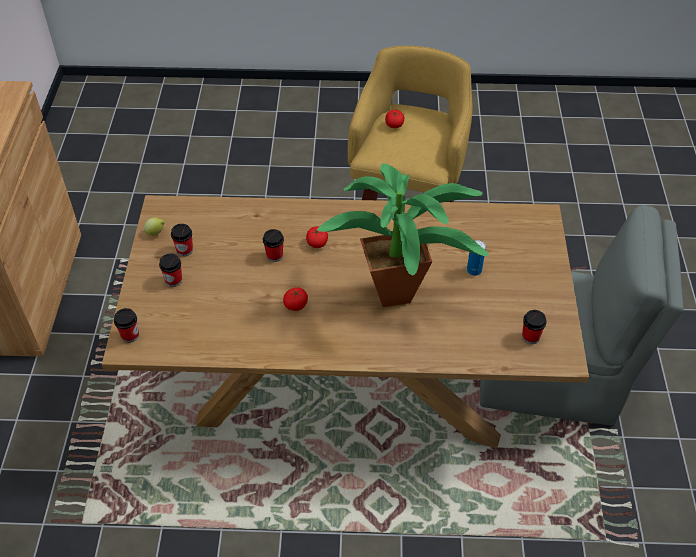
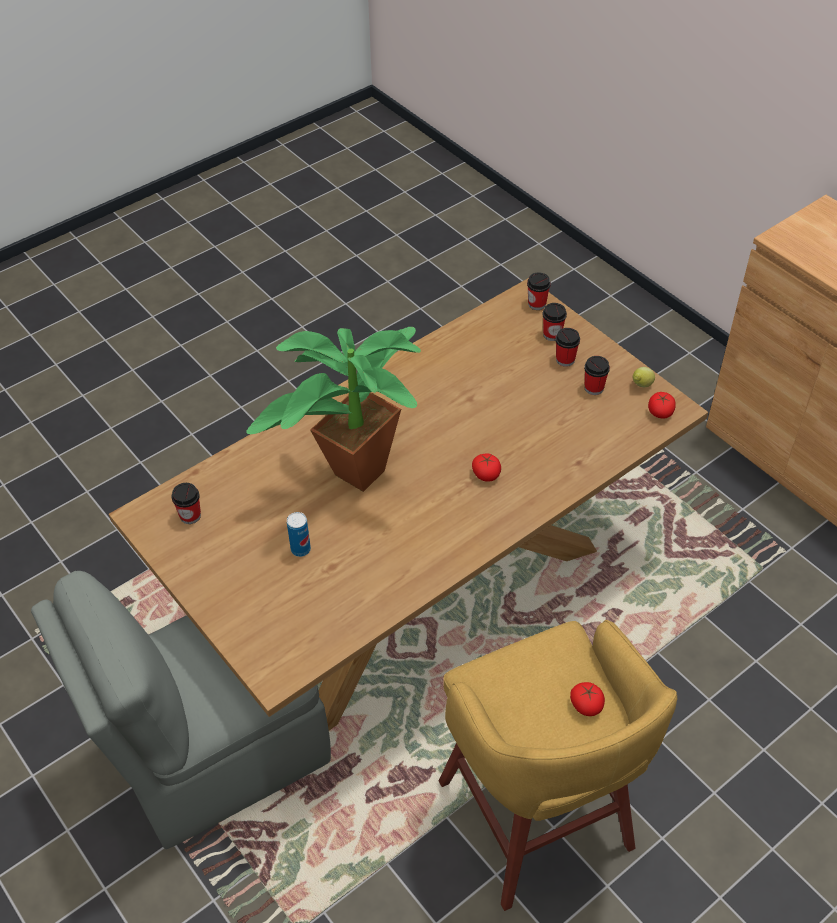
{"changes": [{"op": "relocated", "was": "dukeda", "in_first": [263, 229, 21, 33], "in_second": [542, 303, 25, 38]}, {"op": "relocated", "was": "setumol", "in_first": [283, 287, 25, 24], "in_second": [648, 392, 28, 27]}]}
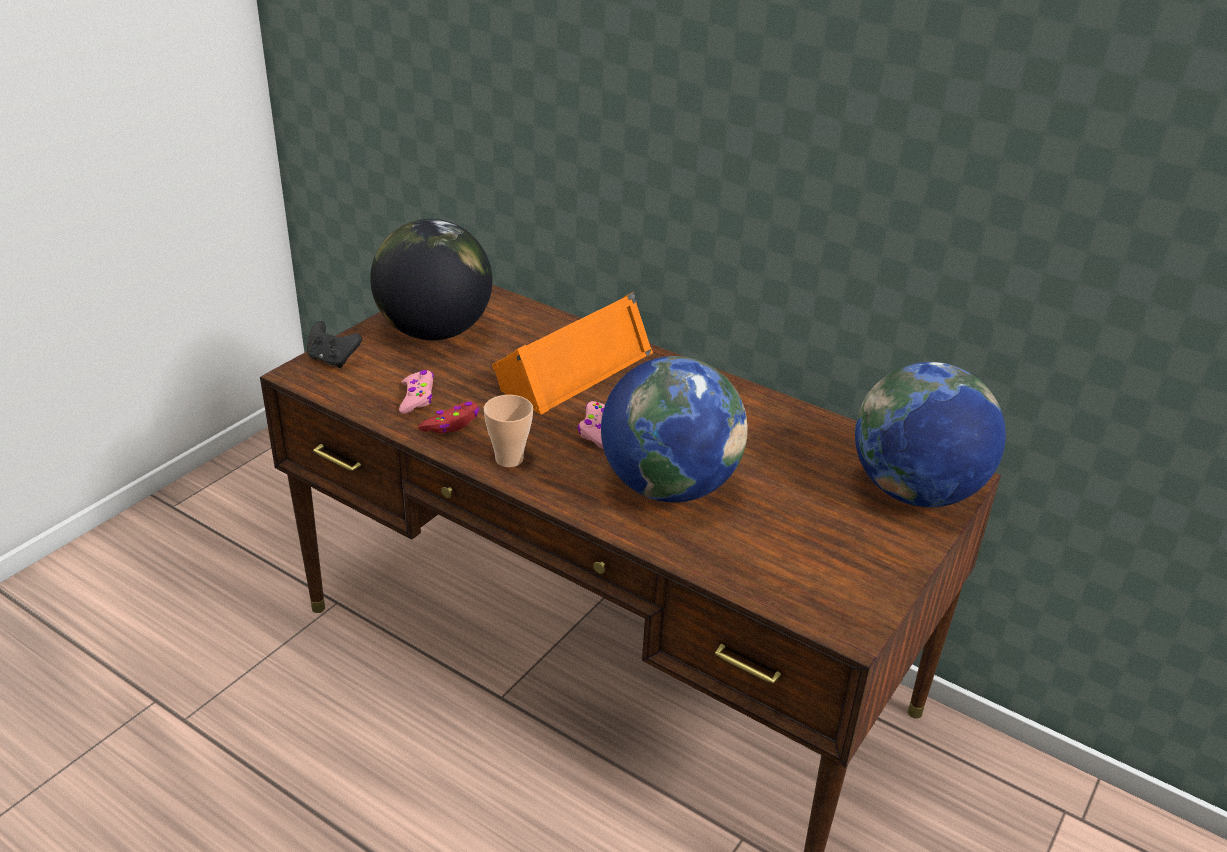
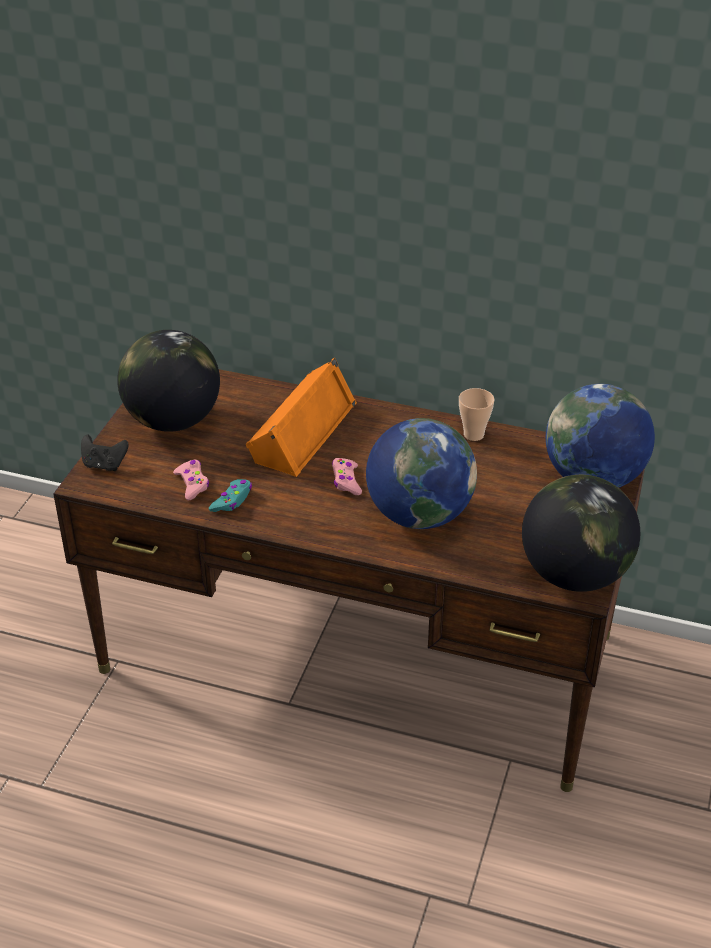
{"changes": [{"op": "colour", "was": "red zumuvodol", "now": "turquoise zumuvodol", "in_first": [418, 402, 62, 31], "in_second": [209, 479, 43, 33]}, {"op": "relocated", "was": "dukeda", "in_first": [484, 395, 49, 72], "in_second": [459, 388, 35, 53]}, {"op": "appeared", "now": "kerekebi", "in_second": [522, 475, 118, 117]}]}
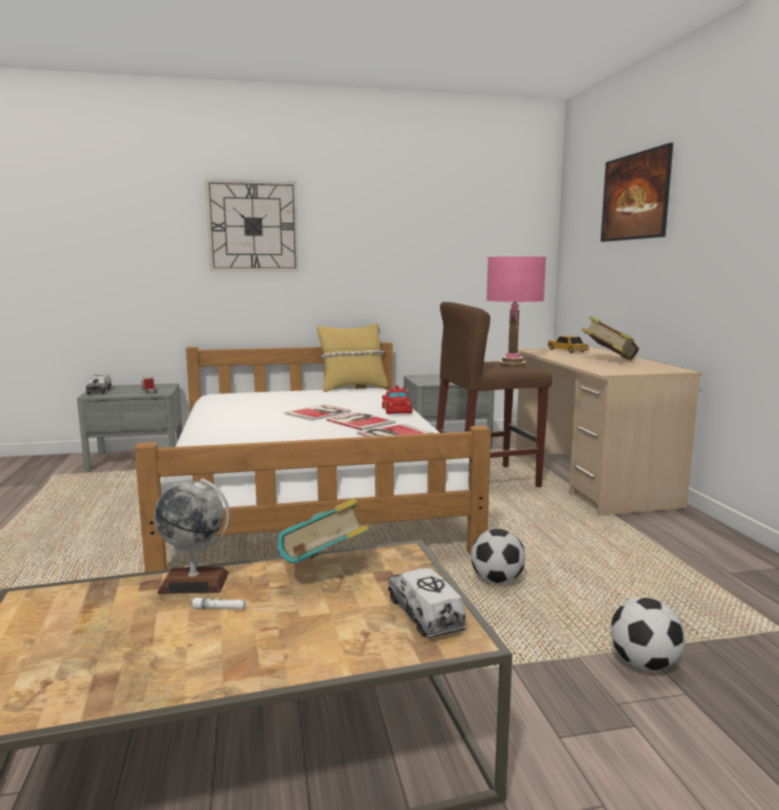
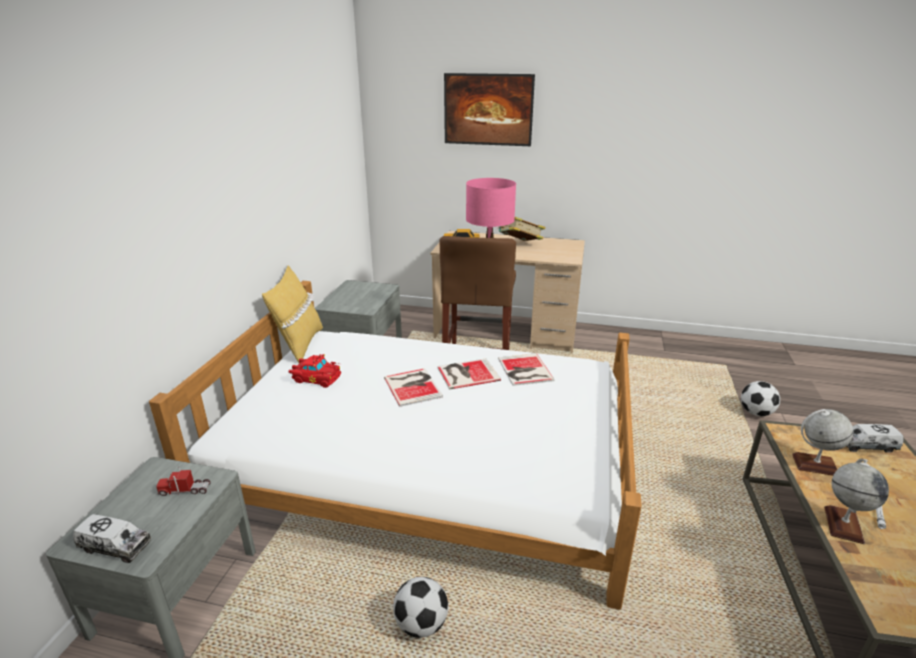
{"changes": [{"op": "relocated", "was": "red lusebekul", "in_first": [382, 386, 31, 28], "in_second": [289, 354, 52, 34]}, {"op": "relocated", "was": "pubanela", "in_first": [471, 529, 55, 55], "in_second": [393, 577, 55, 61]}, {"op": "exchanged", "was": "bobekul", "now": "kerekebi", "in_first": [277, 498, 93, 66], "in_second": [792, 409, 61, 67]}, {"op": "missing", "was": "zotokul", "in_first": [205, 179, 94, 93]}]}
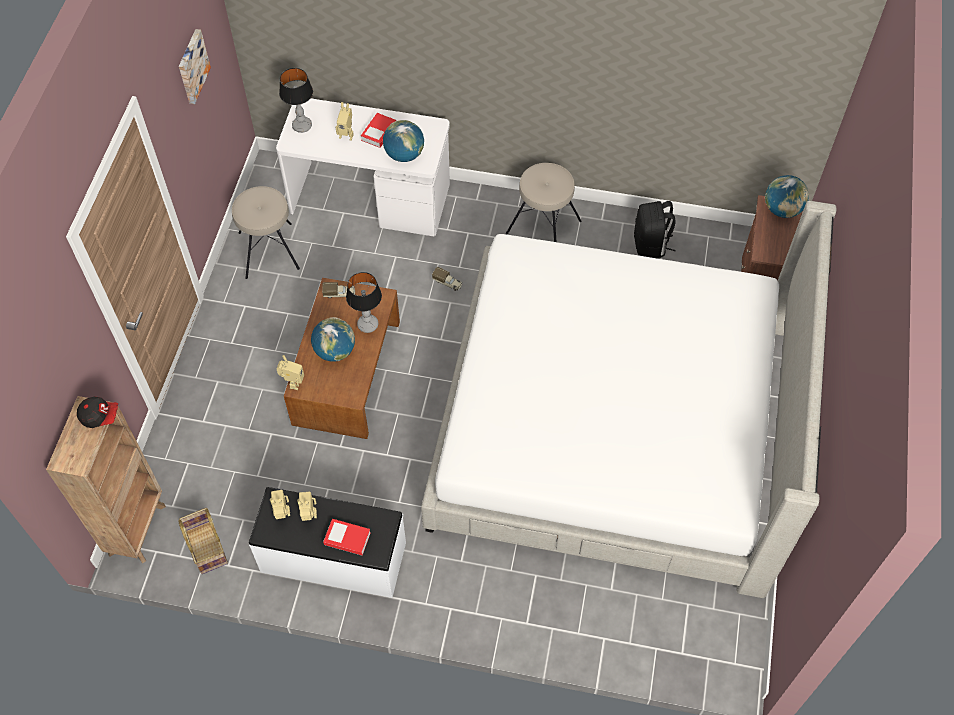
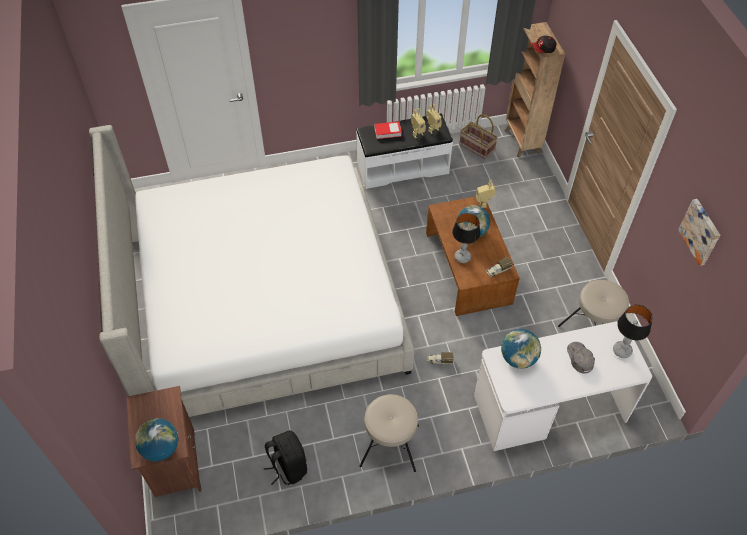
{"changes": [{"op": "exchanged", "was": "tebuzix", "now": "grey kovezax", "in_first": [335, 102, 18, 39], "in_second": [567, 342, 28, 32]}, {"op": "missing", "was": "bobekul", "in_first": [361, 113, 35, 35]}]}
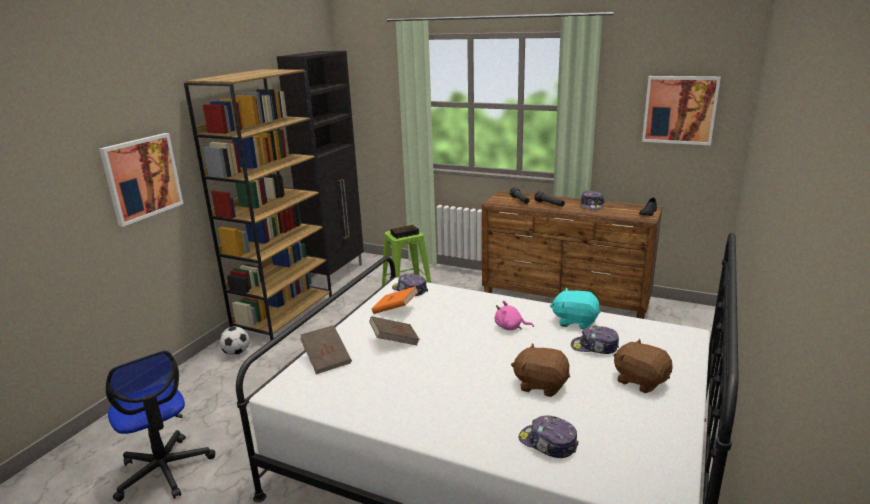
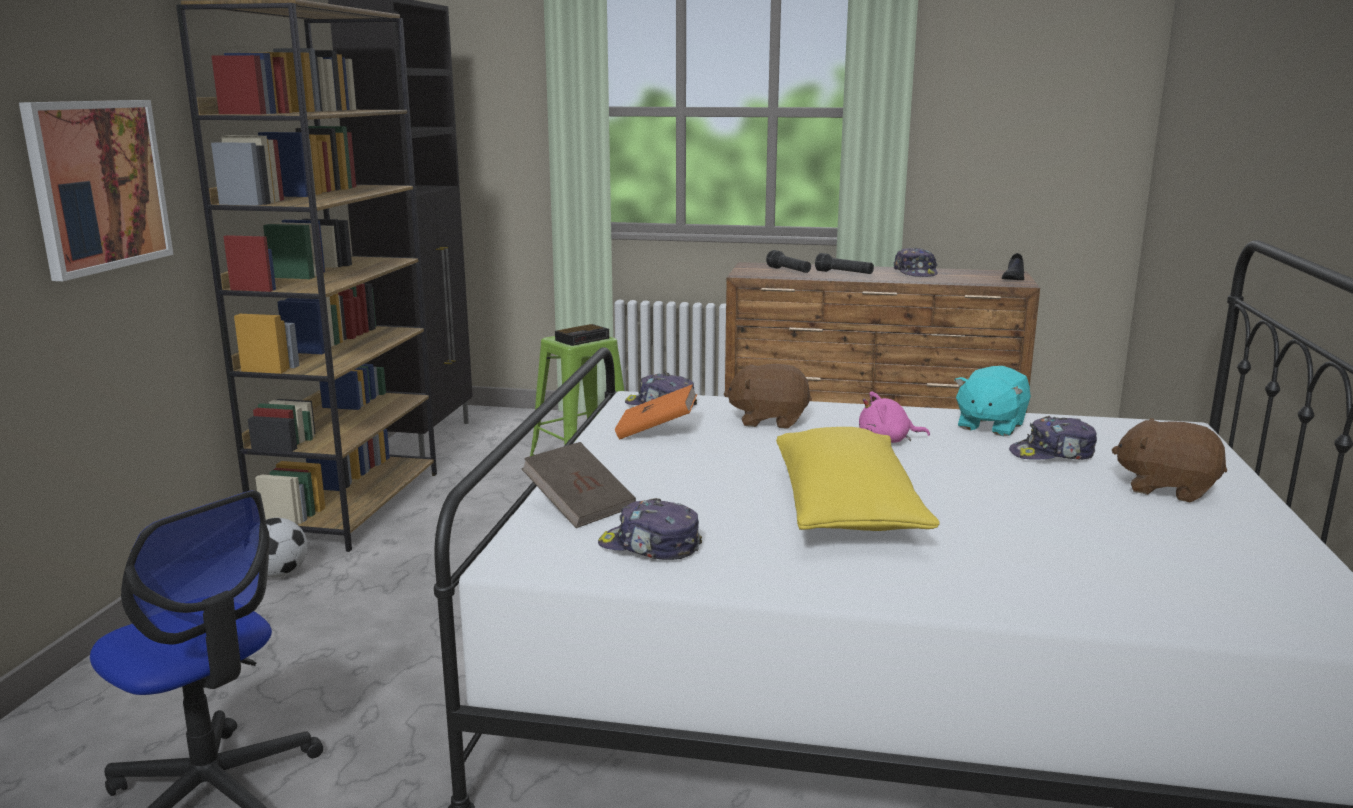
{"changes": [{"op": "relocated", "was": "kovezax", "in_first": [518, 415, 61, 43], "in_second": [598, 498, 104, 62]}, {"op": "relocated", "was": "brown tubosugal", "in_first": [511, 343, 59, 54], "in_second": [724, 364, 88, 65]}, {"op": "appeared", "now": "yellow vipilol", "in_second": [776, 427, 164, 104]}, {"op": "spun", "was": "turquoise tubosugal", "in_first": [550, 288, 51, 41], "in_second": [954, 366, 77, 70], "clockwise": -60}, {"op": "missing", "was": "brown bobekul", "in_first": [369, 316, 51, 30]}, {"op": "missing", "was": "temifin", "in_first": [642, 76, 79, 69]}]}
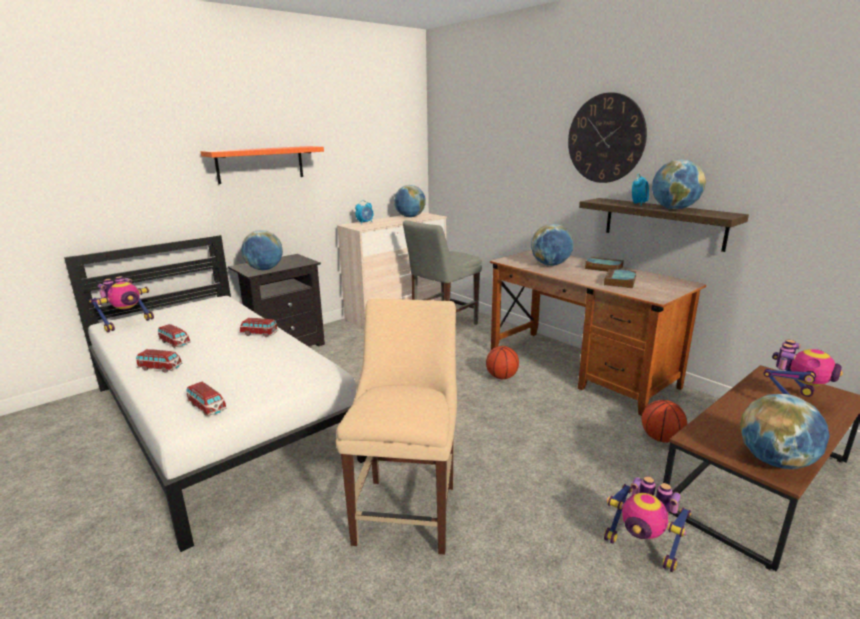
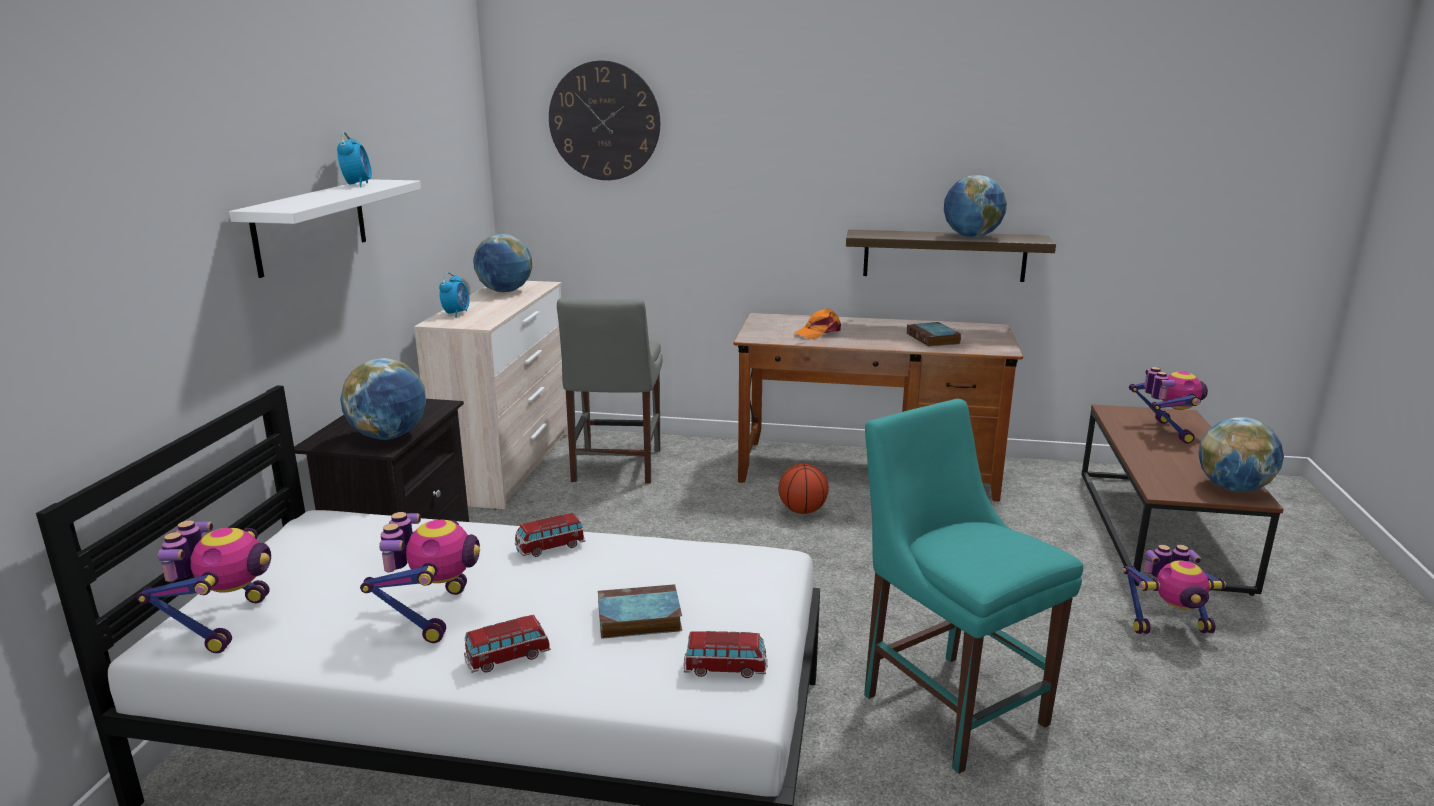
{"changes": [{"op": "colour", "was": "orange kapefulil", "now": "white kapefulil", "in_first": [201, 146, 123, 38], "in_second": [229, 179, 192, 99]}, {"op": "relocated", "was": "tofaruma", "in_first": [632, 173, 17, 33], "in_second": [337, 132, 35, 55]}, {"op": "exchanged", "was": "lusebekul", "now": "tebuzix", "in_first": [158, 324, 32, 24], "in_second": [360, 512, 120, 131]}, {"op": "relocated", "was": "zotokul", "in_first": [568, 92, 79, 91], "in_second": [549, 61, 111, 119]}, {"op": "relocated", "was": "bobekul", "in_first": [585, 257, 39, 15], "in_second": [598, 584, 84, 55]}, {"op": "exchanged", "was": "kerekebi", "now": "orange kovezax", "in_first": [531, 224, 43, 42], "in_second": [795, 308, 46, 31]}, {"op": "colour", "was": "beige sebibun", "now": "turquoise sebibun", "in_first": [336, 299, 121, 256], "in_second": [864, 399, 219, 375]}, {"op": "missing", "was": "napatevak", "in_first": [642, 400, 45, 43]}]}
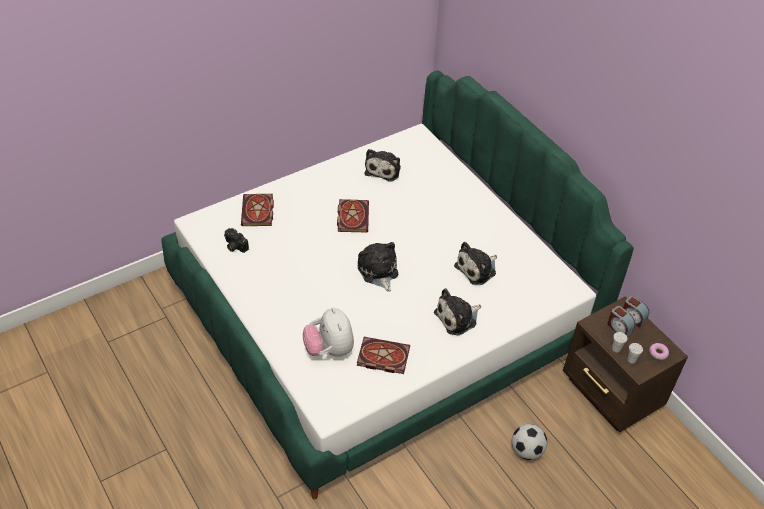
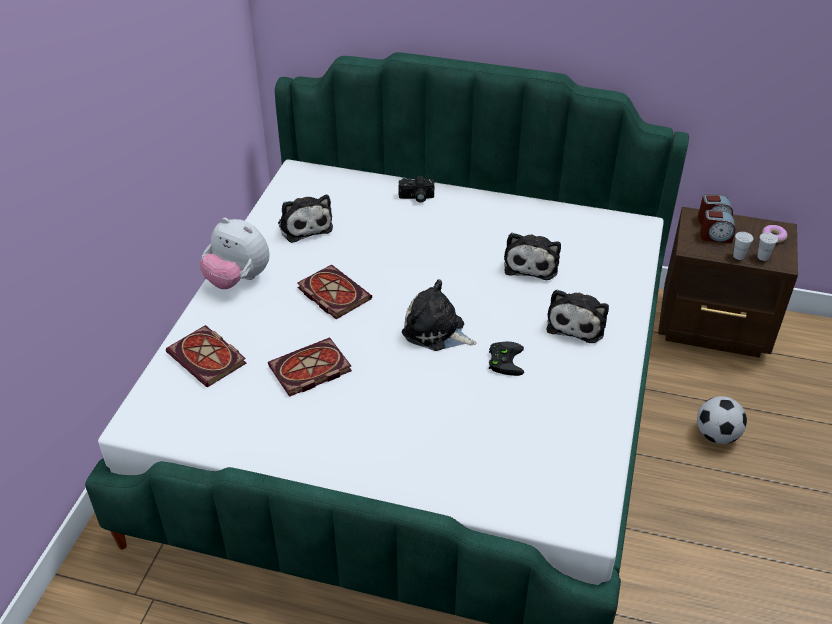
{"changes": [{"op": "relocated", "was": "tubosugal", "in_first": [303, 308, 51, 49], "in_second": [200, 218, 69, 71]}, {"op": "relocated", "was": "bobekul", "in_first": [357, 337, 53, 37], "in_second": [268, 337, 84, 60]}, {"op": "relocated", "was": "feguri", "in_first": [224, 228, 25, 25], "in_second": [398, 176, 36, 26]}, {"op": "appeared", "now": "black zumuvodol", "in_second": [489, 342, 35, 34]}]}
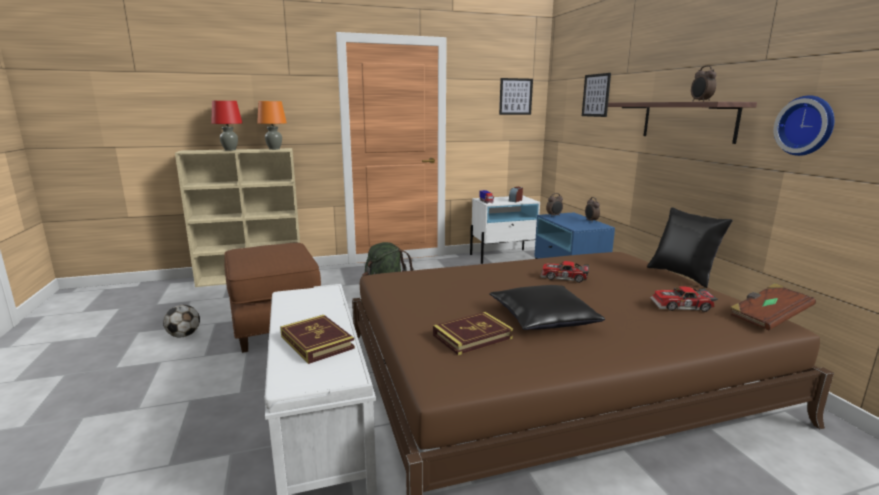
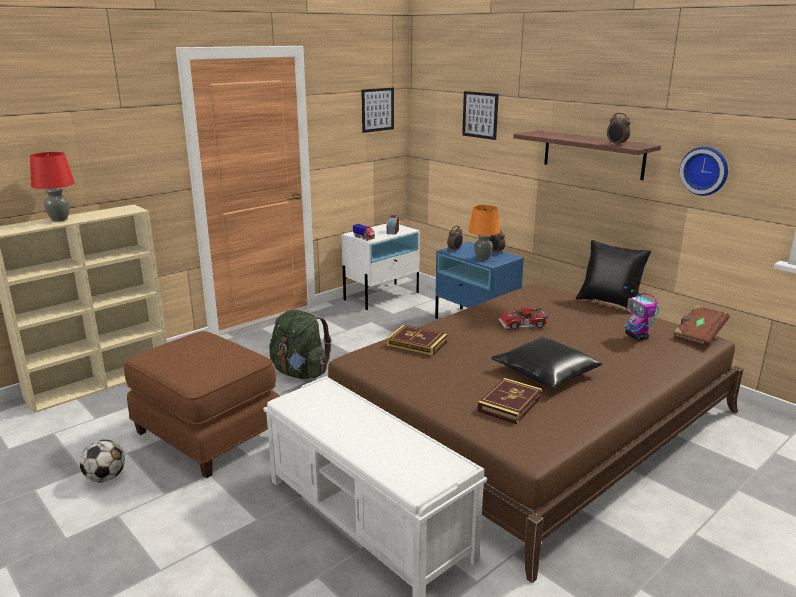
{"changes": [{"op": "relocated", "was": "bobekul", "in_first": [280, 315, 75, 49], "in_second": [387, 325, 61, 31]}, {"op": "relocated", "was": "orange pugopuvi", "in_first": [257, 101, 30, 49], "in_second": [468, 205, 32, 55]}, {"op": "exchanged", "was": "lusebekul", "now": "tebuzix", "in_first": [650, 286, 68, 26], "in_second": [624, 286, 35, 54]}]}
